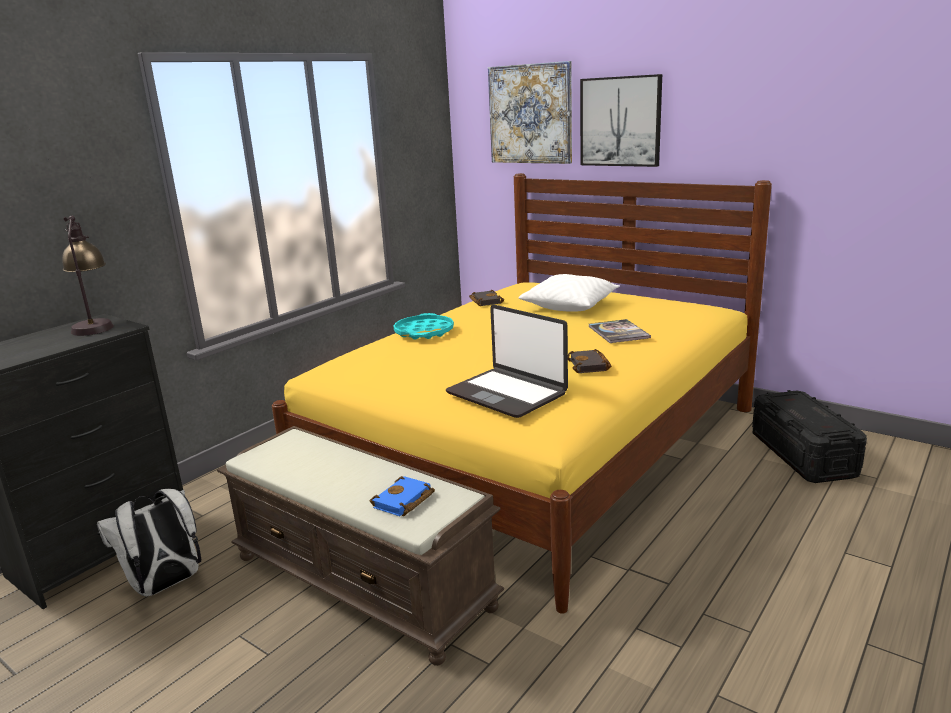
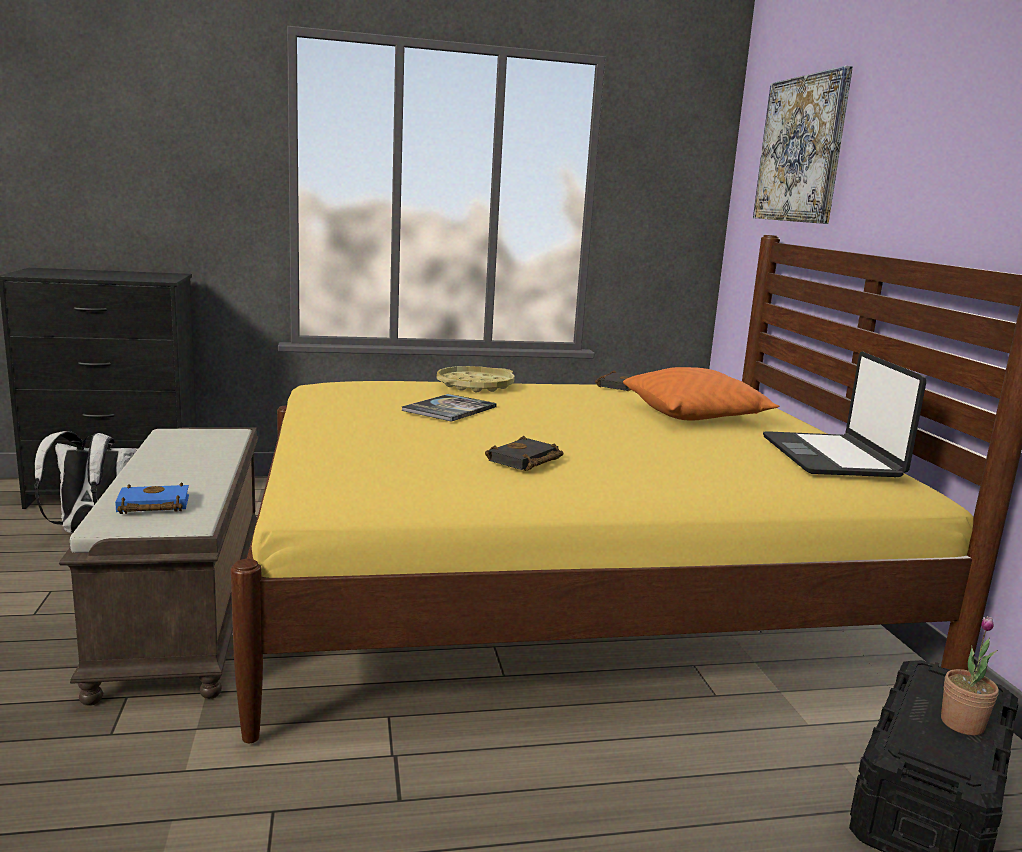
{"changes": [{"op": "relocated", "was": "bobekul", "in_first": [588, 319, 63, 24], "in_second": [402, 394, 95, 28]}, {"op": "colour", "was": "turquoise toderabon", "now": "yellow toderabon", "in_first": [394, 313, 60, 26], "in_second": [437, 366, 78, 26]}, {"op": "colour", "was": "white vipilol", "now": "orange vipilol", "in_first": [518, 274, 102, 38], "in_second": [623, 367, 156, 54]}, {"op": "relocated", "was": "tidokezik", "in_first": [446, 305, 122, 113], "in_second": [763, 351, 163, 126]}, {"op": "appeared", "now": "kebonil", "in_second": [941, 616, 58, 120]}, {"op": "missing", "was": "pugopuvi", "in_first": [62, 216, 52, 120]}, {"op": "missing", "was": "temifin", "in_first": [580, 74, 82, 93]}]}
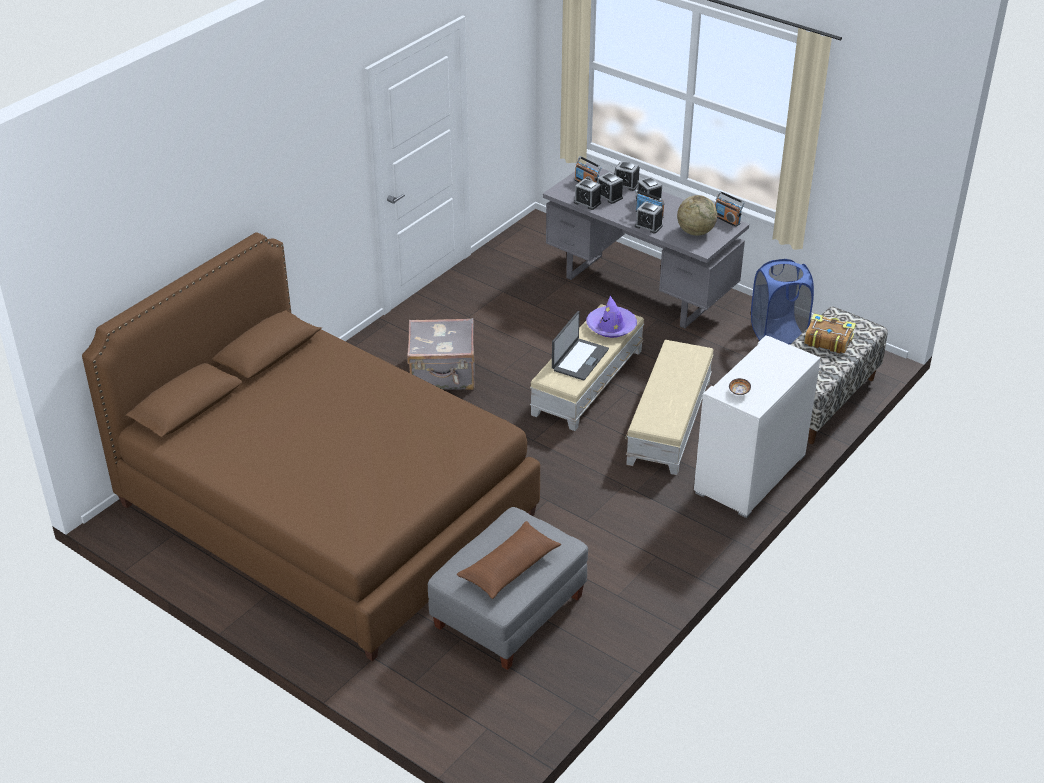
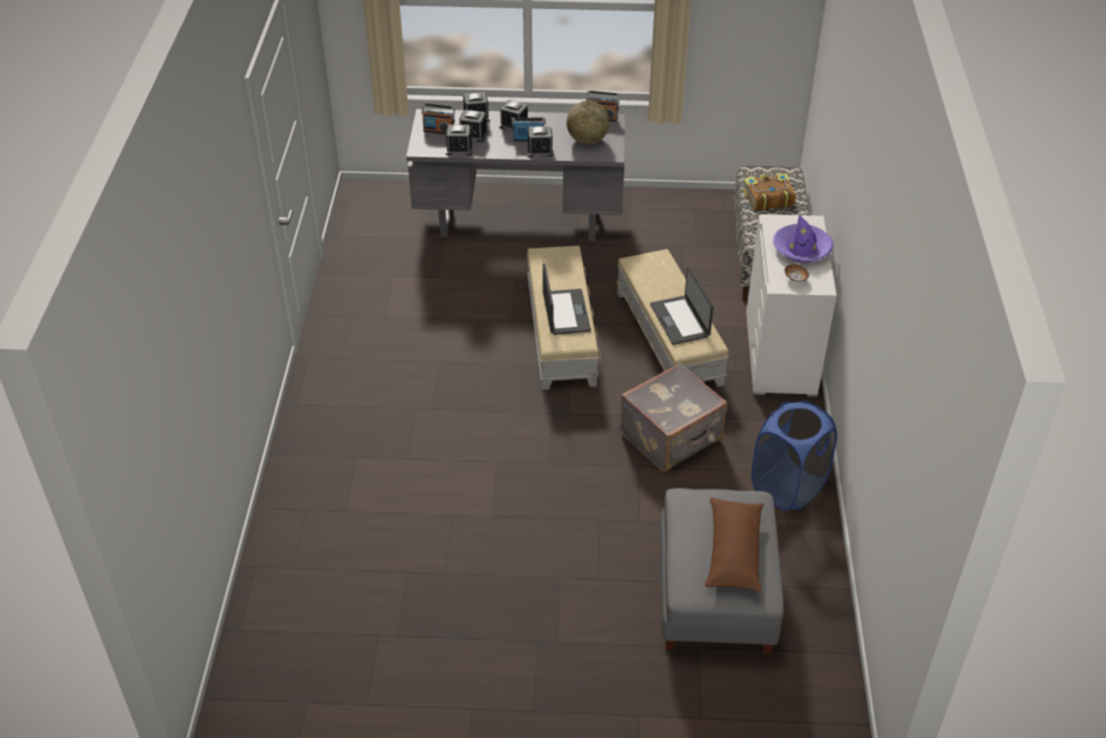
{"changes": [{"op": "relocated", "was": "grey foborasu", "in_first": [407, 318, 68, 72], "in_second": [620, 363, 107, 109]}, {"op": "appeared", "now": "tidokezik", "in_second": [650, 267, 63, 78]}, {"op": "relocated", "was": "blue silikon", "in_first": [751, 259, 63, 85], "in_second": [751, 401, 86, 110]}, {"op": "relocated", "was": "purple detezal", "in_first": [586, 296, 51, 42], "in_second": [773, 215, 60, 48]}, {"op": "missing", "was": "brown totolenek", "in_first": [82, 232, 458, 429]}]}
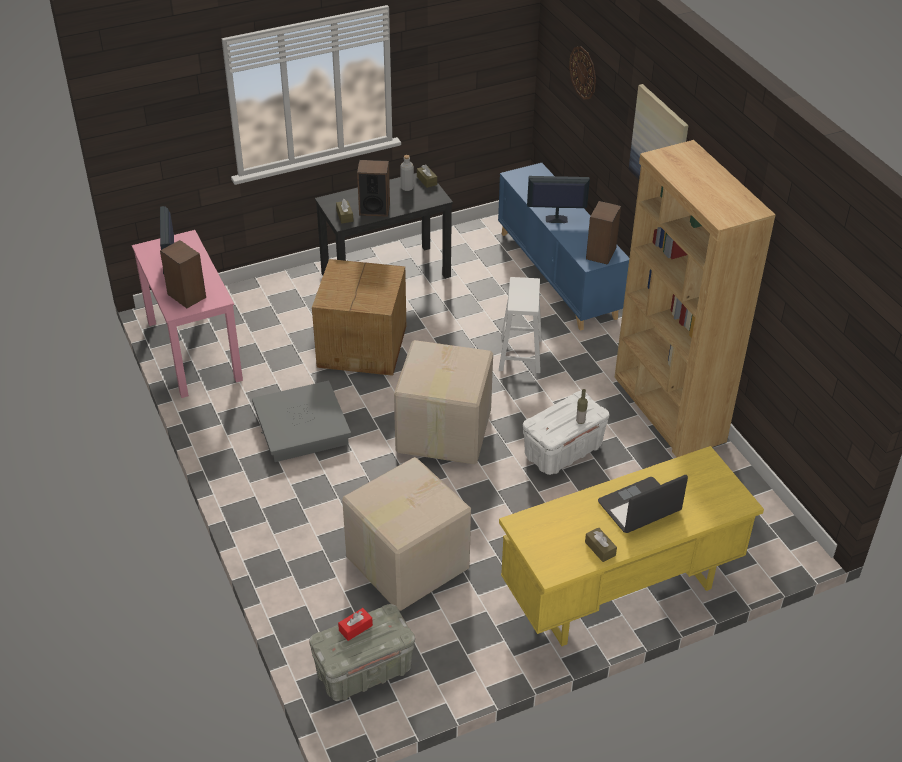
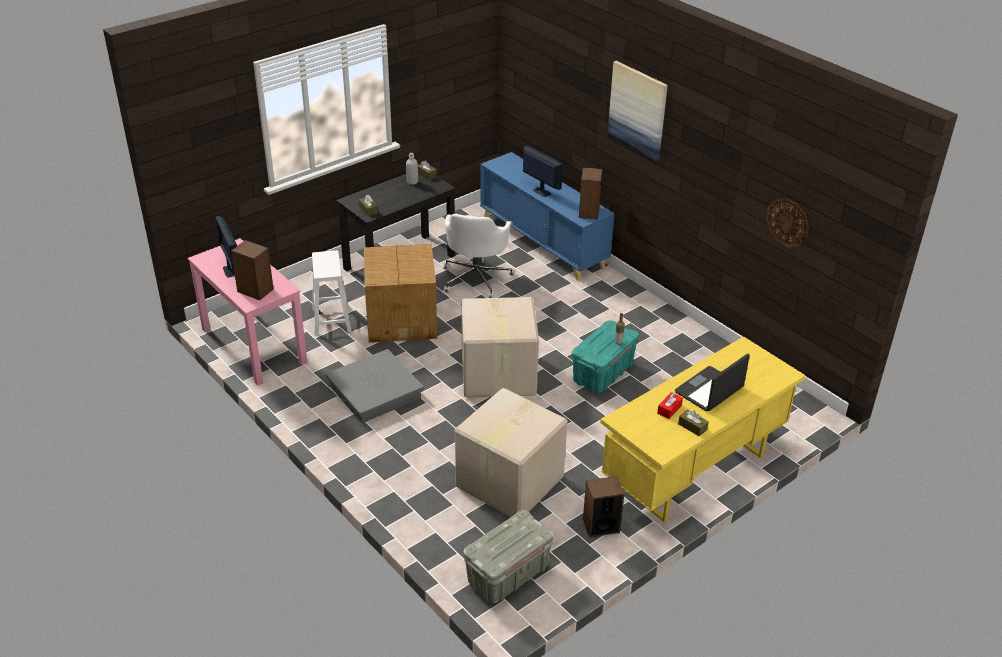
{"changes": [{"op": "relocated", "was": "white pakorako", "in_first": [499, 277, 43, 96], "in_second": [312, 250, 40, 86]}, {"op": "appeared", "now": "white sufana", "in_second": [443, 214, 72, 84]}, {"op": "spun", "was": "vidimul", "in_first": [527, 176, 63, 47], "in_second": [523, 145, 40, 52], "clockwise": 60}, {"op": "colour", "was": "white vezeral", "now": "turquoise vezeral", "in_first": [523, 391, 86, 84], "in_second": [572, 320, 67, 73]}, {"op": "relocated", "was": "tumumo", "in_first": [357, 160, 33, 57], "in_second": [583, 476, 41, 61]}, {"op": "relocated", "was": "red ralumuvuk", "in_first": [338, 608, 35, 33], "in_second": [657, 392, 26, 27]}, {"op": "relocated", "was": "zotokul", "in_first": [569, 46, 27, 54], "in_second": [766, 198, 43, 49]}, {"op": "missing", "was": "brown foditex", "in_first": [615, 140, 161, 317]}]}
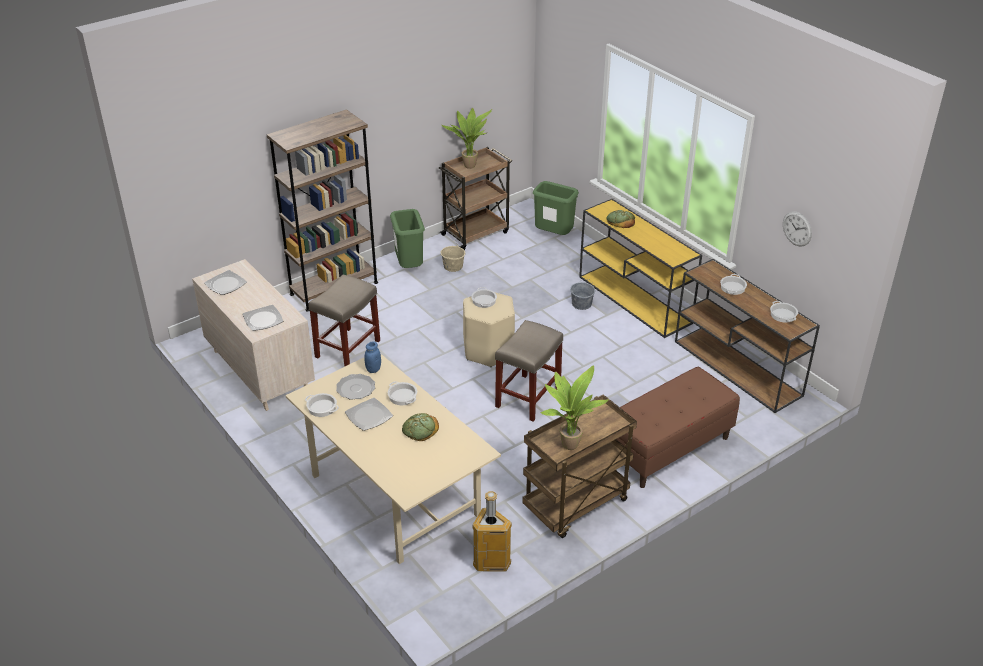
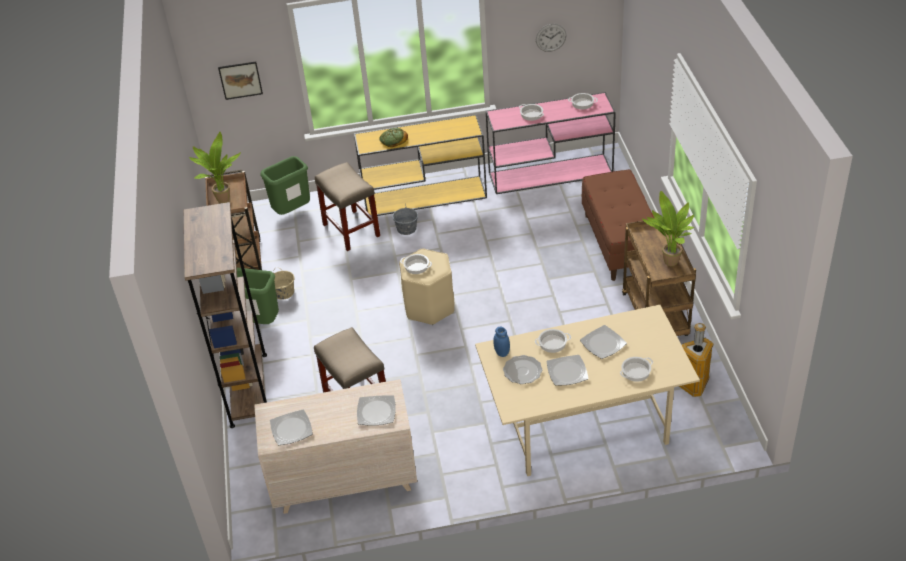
{"changes": [{"op": "appeared", "now": "temifin", "in_second": [218, 62, 45, 38]}, {"op": "relocated", "was": "beige pakorako", "in_first": [495, 320, 68, 102], "in_second": [315, 162, 65, 89]}, {"op": "colour", "was": "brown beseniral", "now": "pink beseniral", "in_first": [675, 259, 145, 154], "in_second": [486, 92, 130, 102]}, {"op": "exchanged", "was": "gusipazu", "now": "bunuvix", "in_first": [402, 413, 37, 28], "in_second": [580, 325, 47, 34]}, {"op": "relocated", "was": "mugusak", "in_first": [305, 393, 34, 24], "in_second": [620, 357, 33, 25]}]}
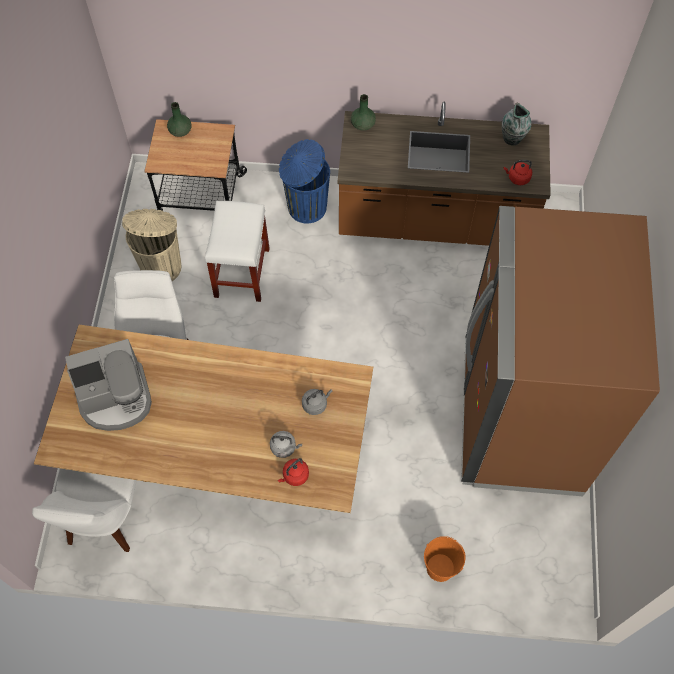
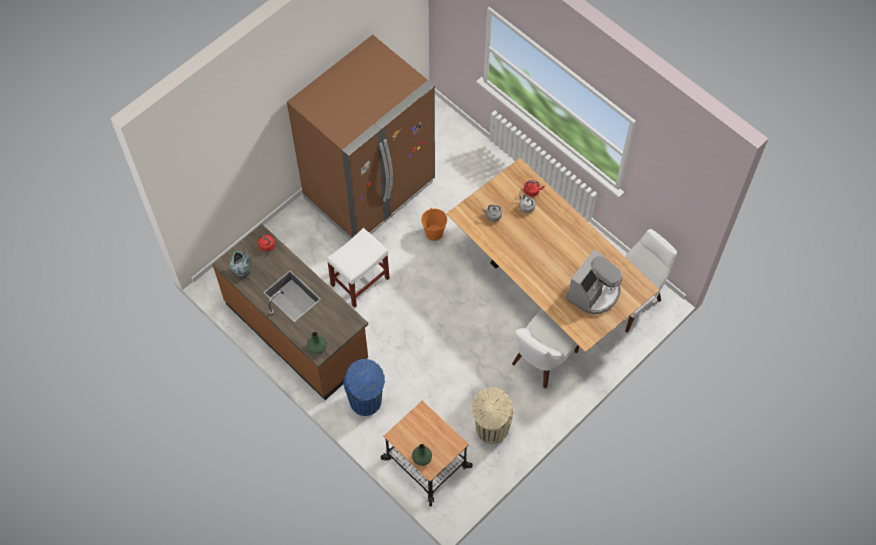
{"changes": [{"op": "relocated", "was": "white pakorako", "in_first": [205, 201, 65, 101], "in_second": [327, 228, 63, 80]}, {"op": "relocated", "was": "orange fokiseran", "in_first": [424, 536, 42, 46], "in_second": [421, 208, 26, 33]}, {"op": "spun", "was": "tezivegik", "in_first": [65, 339, 87, 92], "in_second": [566, 249, 56, 65], "clockwise": 105}]}
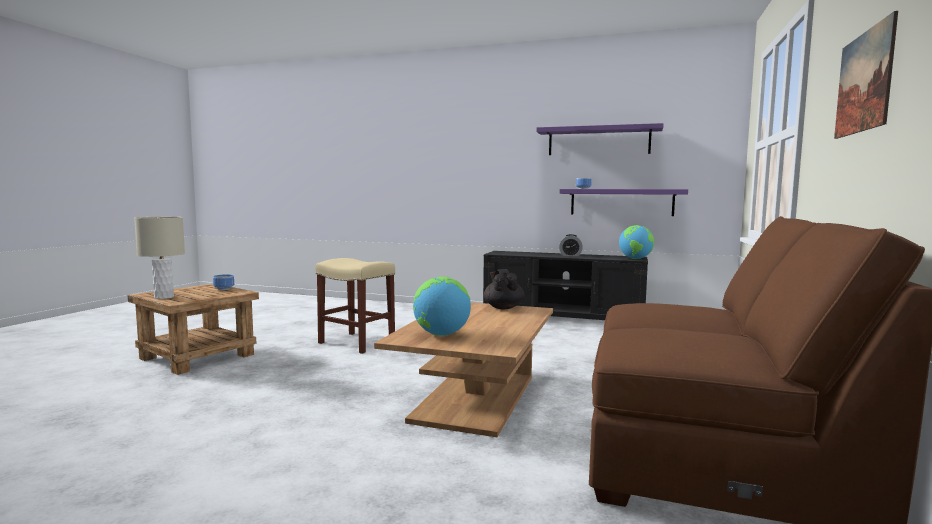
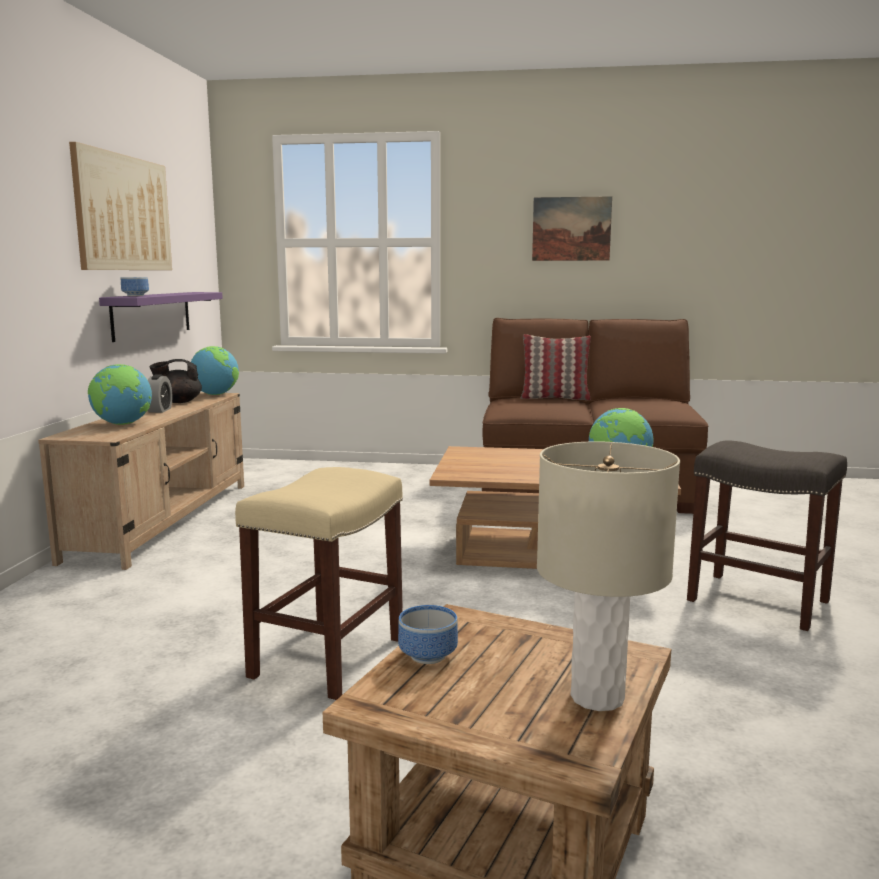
{"changes": [{"op": "colour", "was": "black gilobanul", "now": "beige gilobanul", "in_first": [483, 251, 165, 69], "in_second": [38, 392, 206, 178]}, {"op": "exchanged", "was": "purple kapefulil", "now": "temifin", "in_first": [536, 123, 128, 32], "in_second": [69, 142, 103, 128]}, {"op": "appeared", "now": "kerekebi", "in_second": [88, 364, 64, 61]}, {"op": "relocated", "was": "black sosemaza", "in_first": [484, 269, 41, 40], "in_second": [149, 359, 53, 44]}, {"op": "appeared", "now": "vipilol", "in_second": [521, 334, 70, 66]}, {"op": "appeared", "now": "grey pakorako", "in_second": [687, 440, 160, 191]}]}
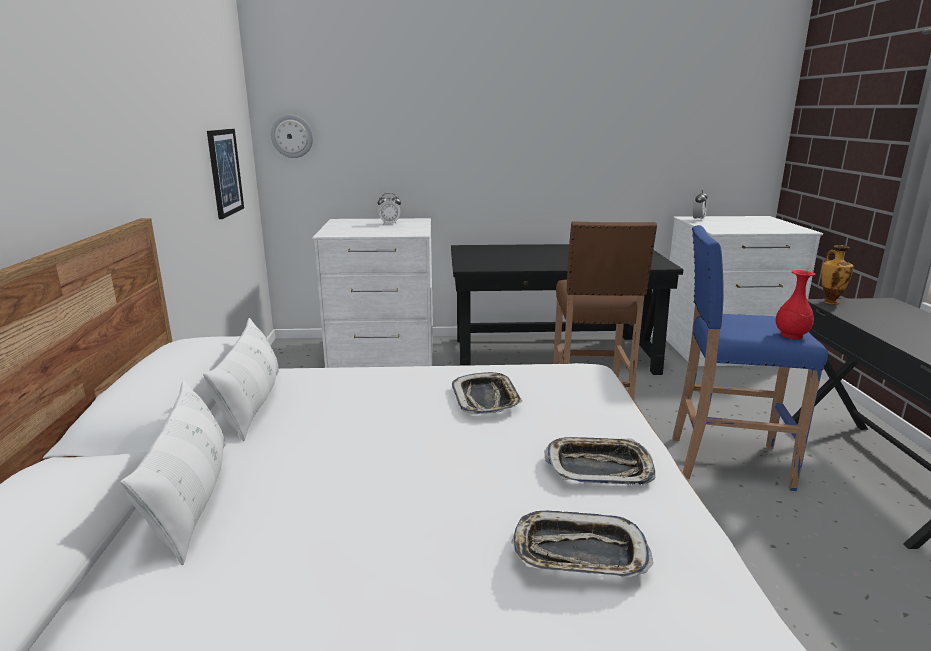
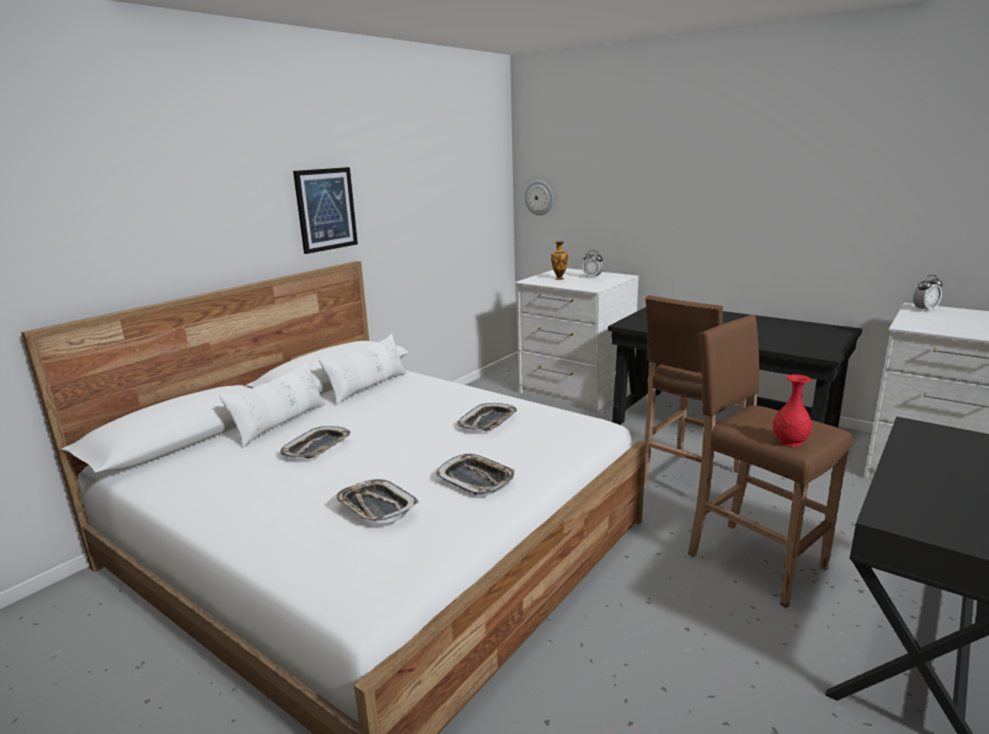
{"changes": [{"op": "appeared", "now": "toderabon", "in_second": [280, 426, 70, 32]}, {"op": "relocated", "was": "temifin", "in_first": [207, 129, 37, 90], "in_second": [293, 167, 65, 87]}, {"op": "relocated", "was": "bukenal", "in_first": [821, 245, 32, 60], "in_second": [551, 241, 17, 39]}, {"op": "colour", "was": "blue pakorako", "now": "brown pakorako", "in_first": [672, 225, 156, 266], "in_second": [688, 315, 164, 293]}]}
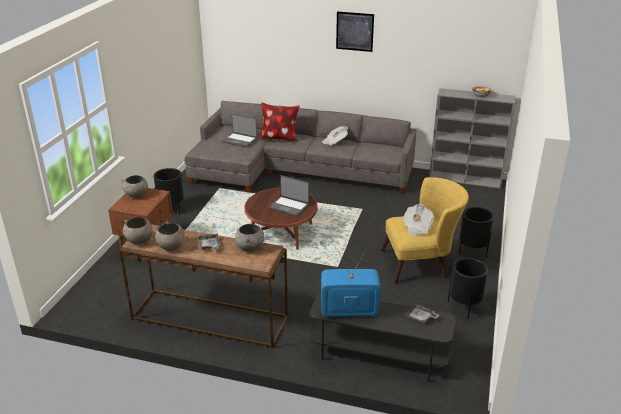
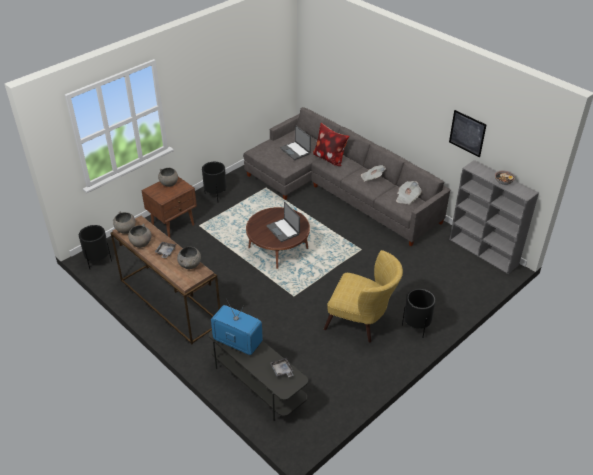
{"changes": [{"op": "relocated", "was": "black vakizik", "in_first": [448, 258, 40, 61], "in_second": [79, 225, 33, 44]}, {"op": "relocated", "was": "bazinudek", "in_first": [403, 204, 31, 32], "in_second": [396, 181, 25, 24]}, {"op": "relocated", "was": "temifin", "in_first": [336, 11, 38, 41], "in_second": [449, 110, 38, 47]}]}
